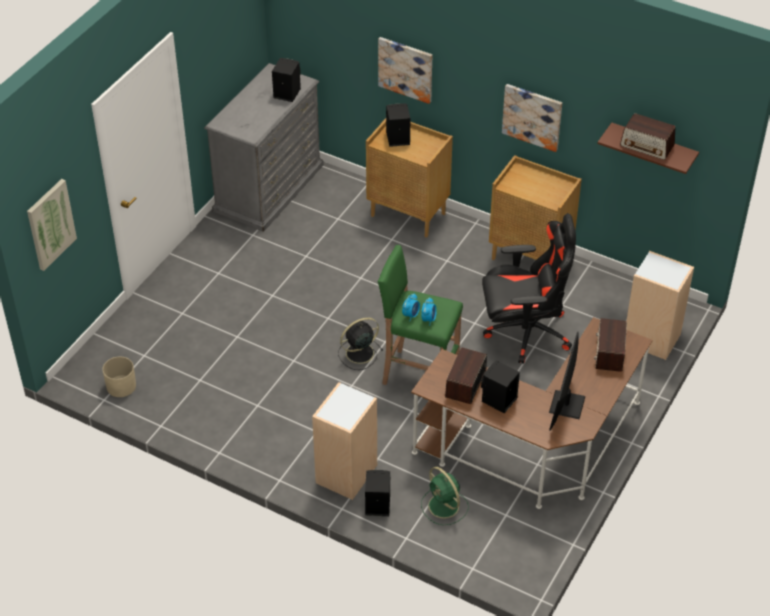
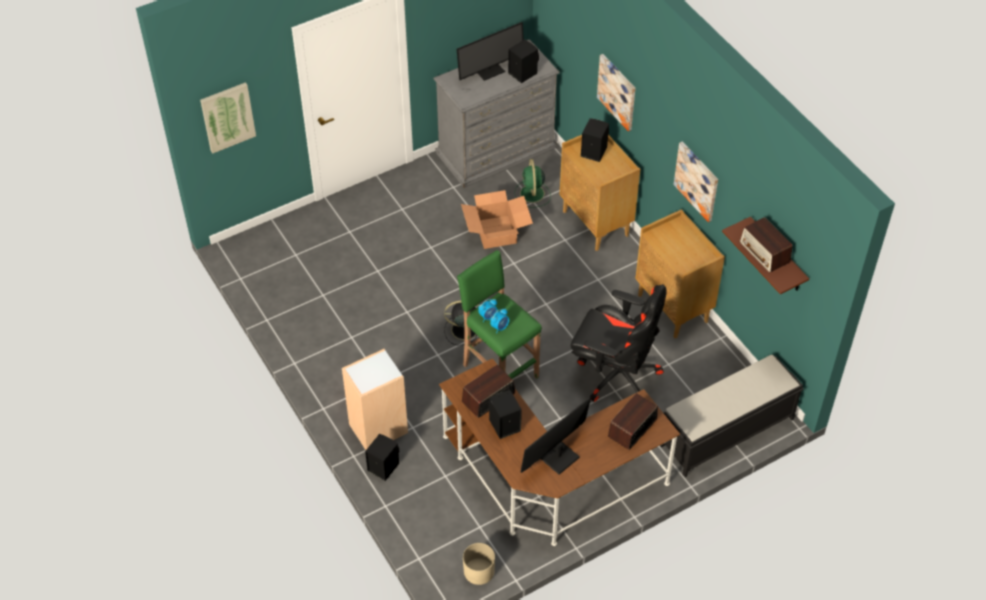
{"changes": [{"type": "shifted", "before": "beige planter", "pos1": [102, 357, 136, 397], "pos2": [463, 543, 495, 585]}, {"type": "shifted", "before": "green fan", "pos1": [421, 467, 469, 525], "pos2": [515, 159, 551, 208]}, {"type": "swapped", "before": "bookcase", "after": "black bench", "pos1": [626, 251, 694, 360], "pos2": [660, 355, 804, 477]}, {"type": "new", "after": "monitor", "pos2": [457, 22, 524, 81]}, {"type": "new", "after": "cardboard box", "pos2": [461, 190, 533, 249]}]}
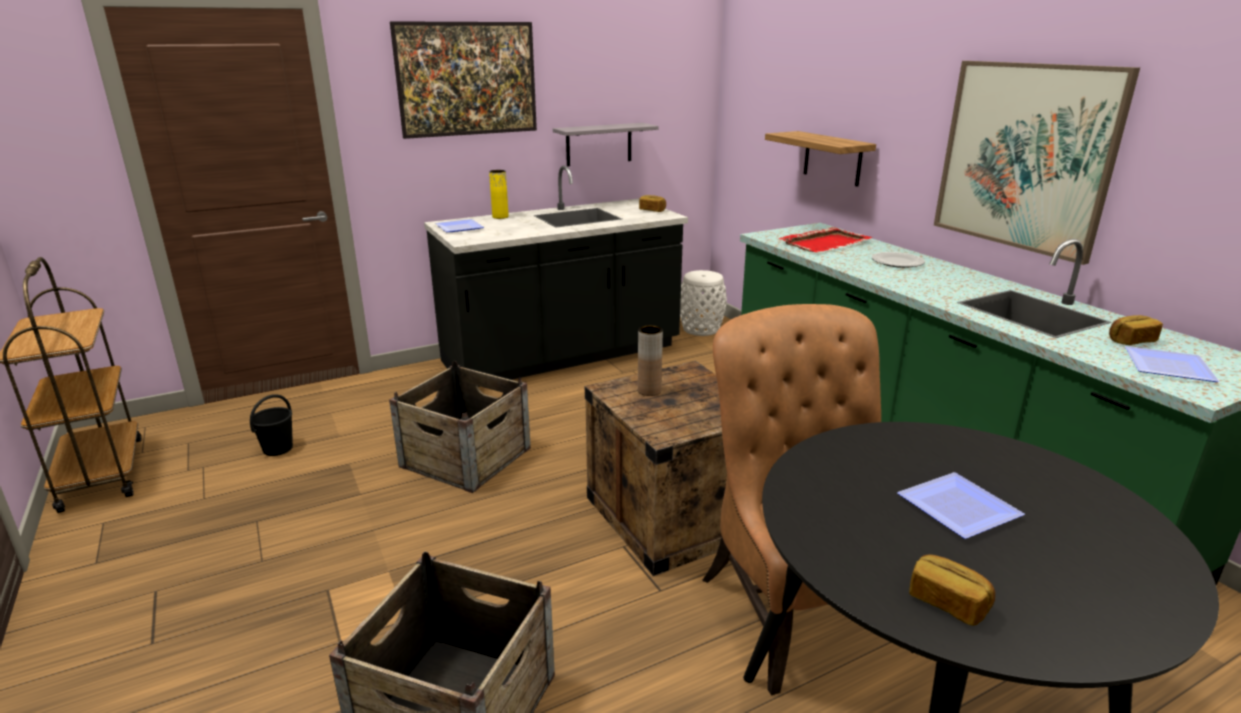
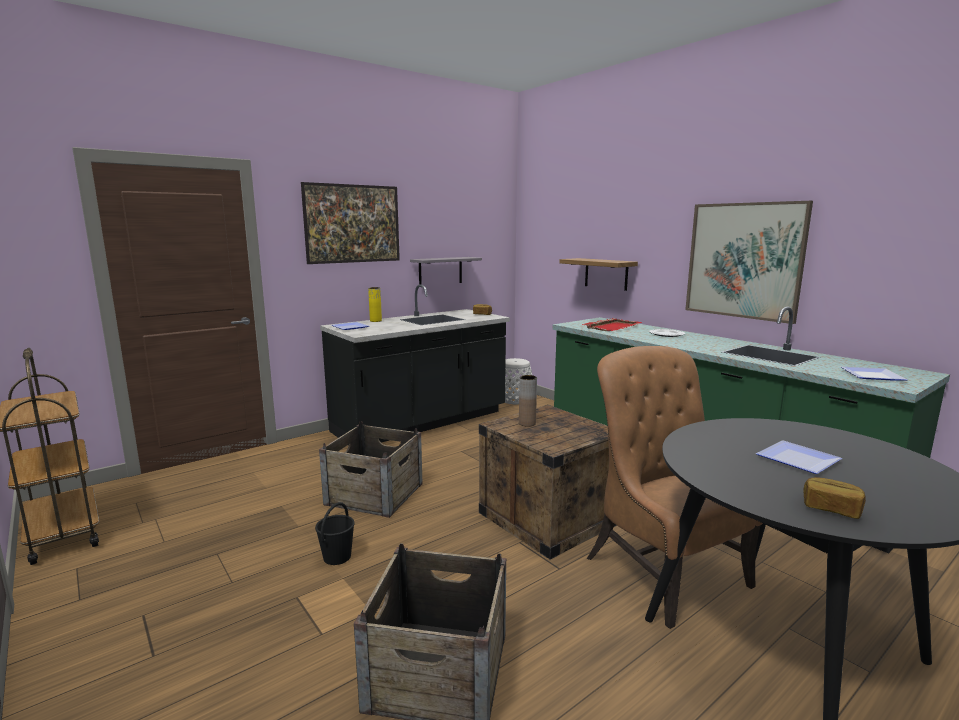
{"changes": [{"type": "shifted", "before": "black bucket", "pos1": [250, 394, 293, 456], "pos2": [315, 502, 355, 565]}, {"type": "gone", "before": "bread", "pos1": [1109, 315, 1163, 345]}]}
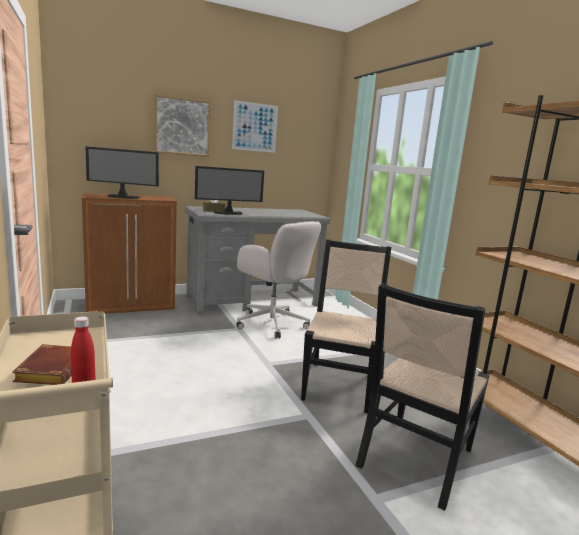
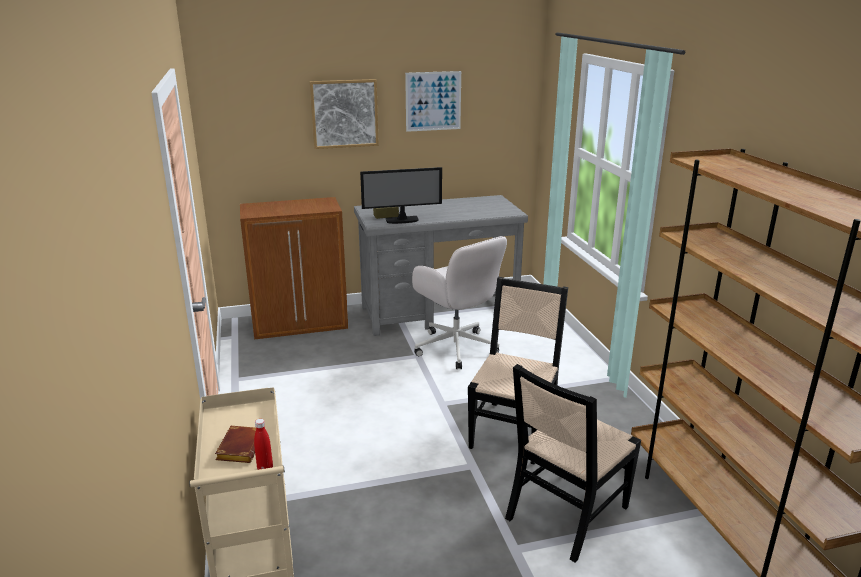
{"changes": [{"type": "gone", "before": "monitor", "pos1": [85, 146, 159, 199]}]}
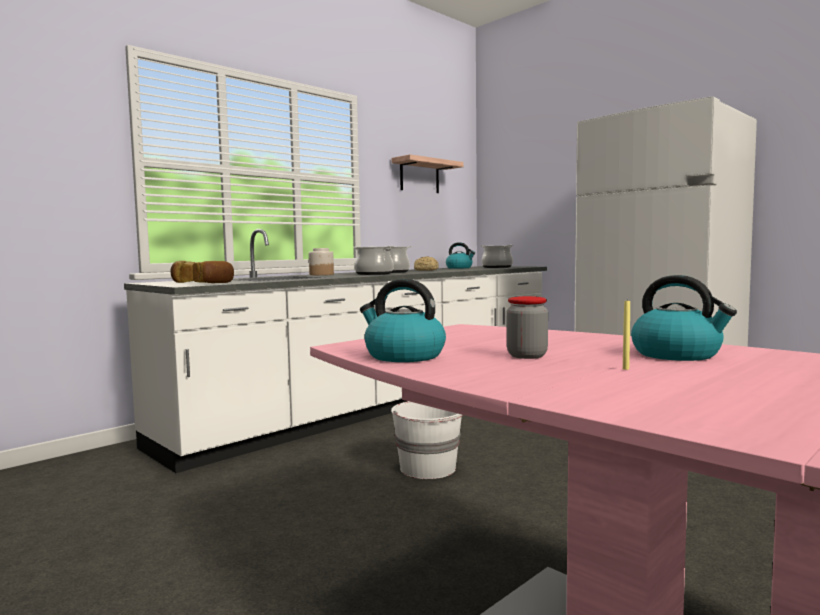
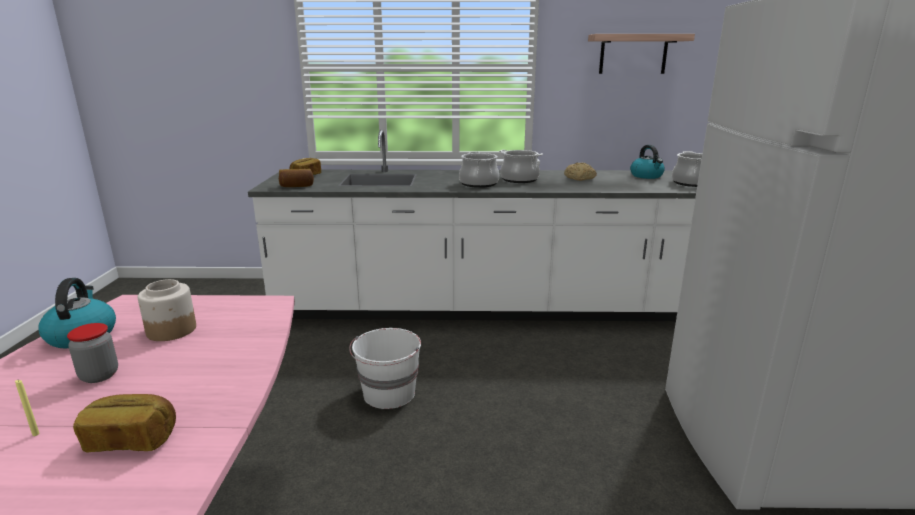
{"changes": [{"type": "shifted", "before": "jar", "pos1": [309, 248, 334, 275], "pos2": [138, 279, 196, 341]}, {"type": "swapped", "before": "kettle", "after": "bread", "pos1": [631, 275, 737, 361], "pos2": [73, 394, 176, 452]}]}
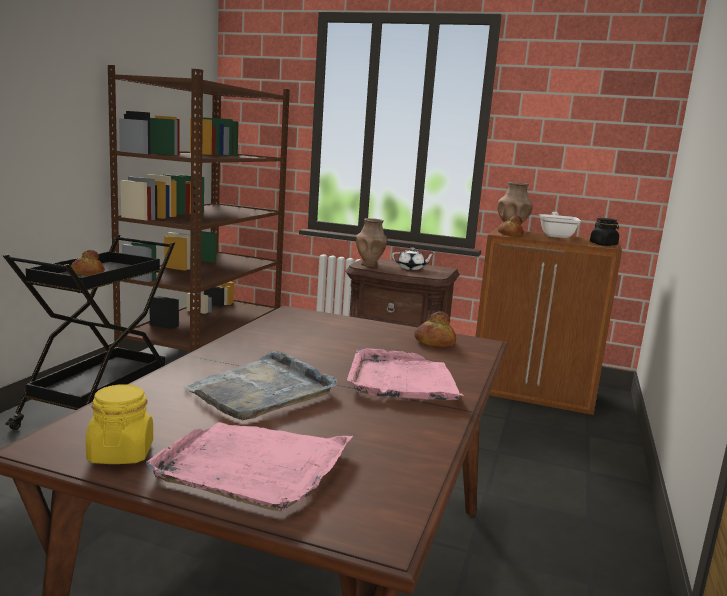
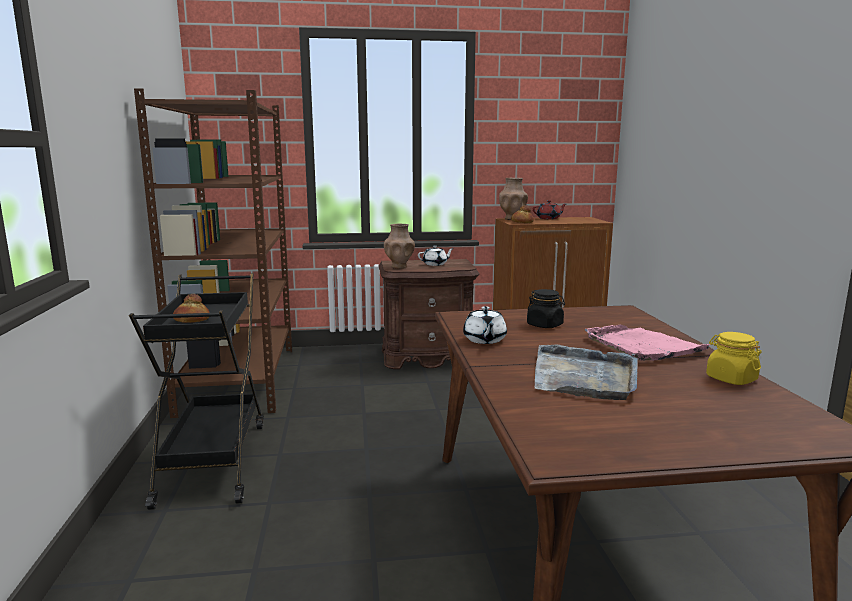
{"changes": [{"type": "shifted", "before": "yellow jar", "pos1": [86, 384, 153, 464], "pos2": [706, 332, 761, 385]}, {"type": "gone", "before": "pink tray", "pos1": [146, 423, 353, 511]}, {"type": "gone", "before": "bread", "pos1": [414, 311, 456, 347]}, {"type": "swapped", "before": "frying pan", "after": "red teapot", "pos1": [539, 212, 581, 238], "pos2": [533, 200, 566, 219]}, {"type": "shifted", "before": "black jar", "pos1": [590, 218, 619, 246], "pos2": [527, 289, 565, 328]}, {"type": "new", "after": "white teapot", "pos2": [463, 306, 507, 344]}]}
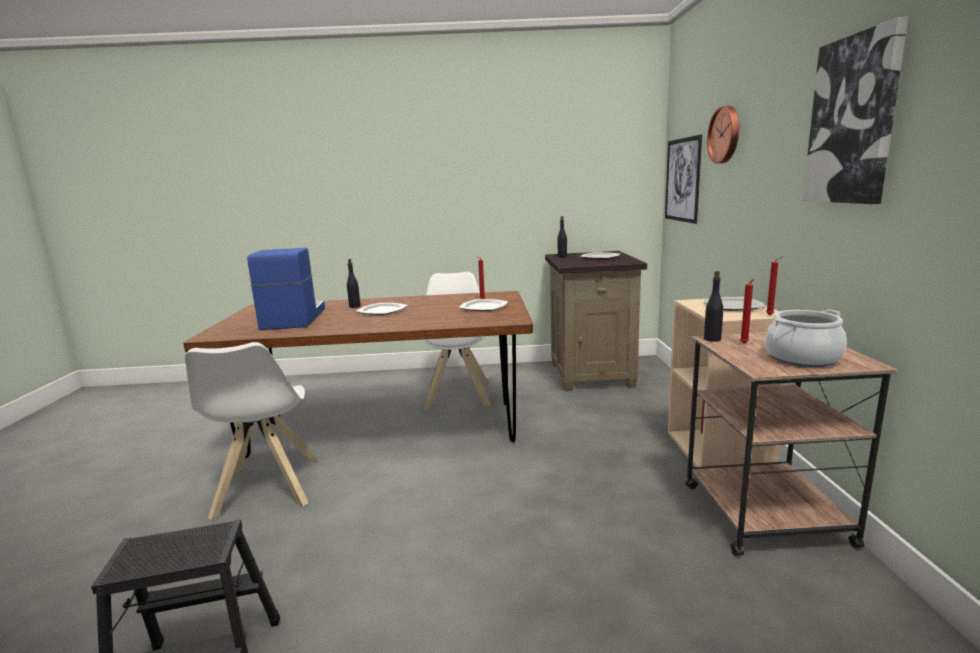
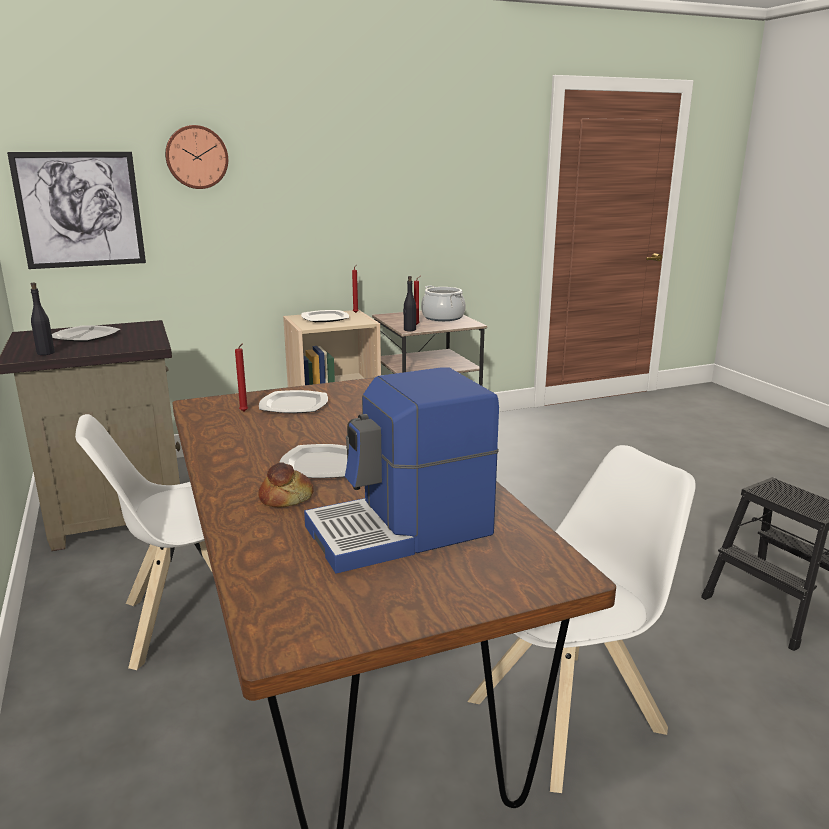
{"changes": [{"type": "swapped", "before": "black bottle", "after": "bread", "pos1": [347, 259, 361, 308], "pos2": [258, 462, 314, 507]}, {"type": "gone", "before": "picture", "pos1": [803, 17, 908, 204]}]}
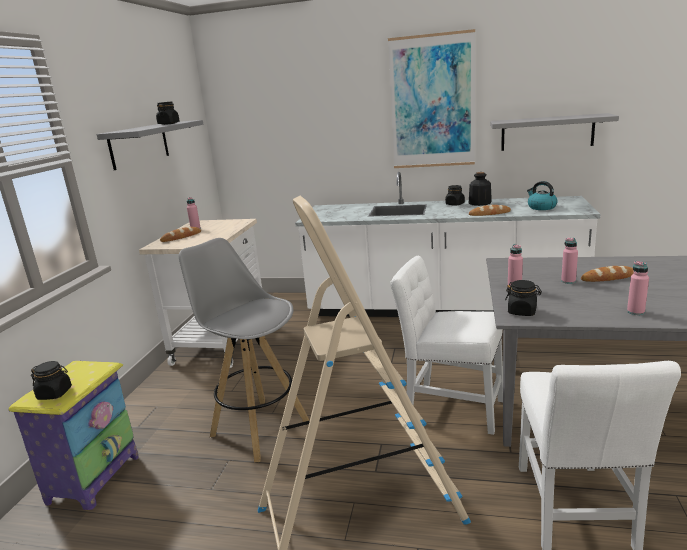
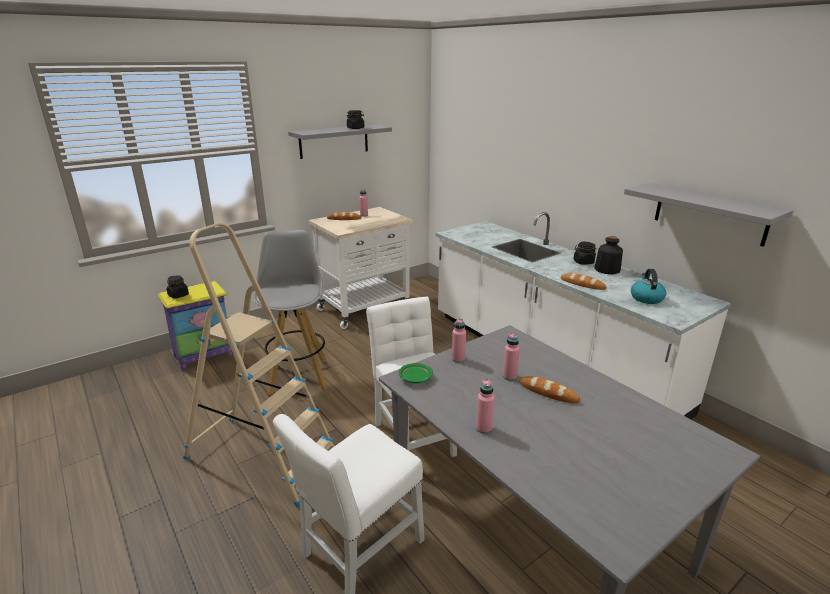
{"changes": [{"type": "gone", "before": "picture", "pos1": [388, 29, 475, 168]}, {"type": "swapped", "before": "black jar", "after": "green plate", "pos1": [505, 280, 542, 316], "pos2": [399, 363, 433, 383]}]}
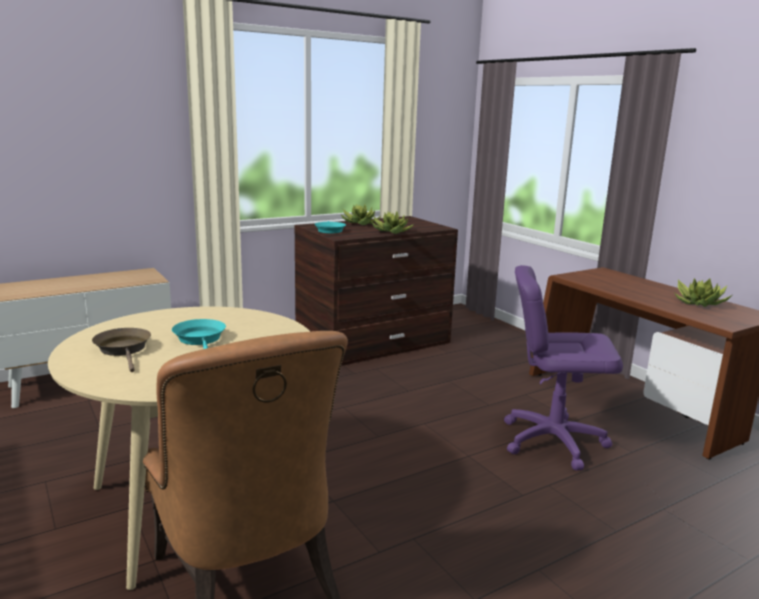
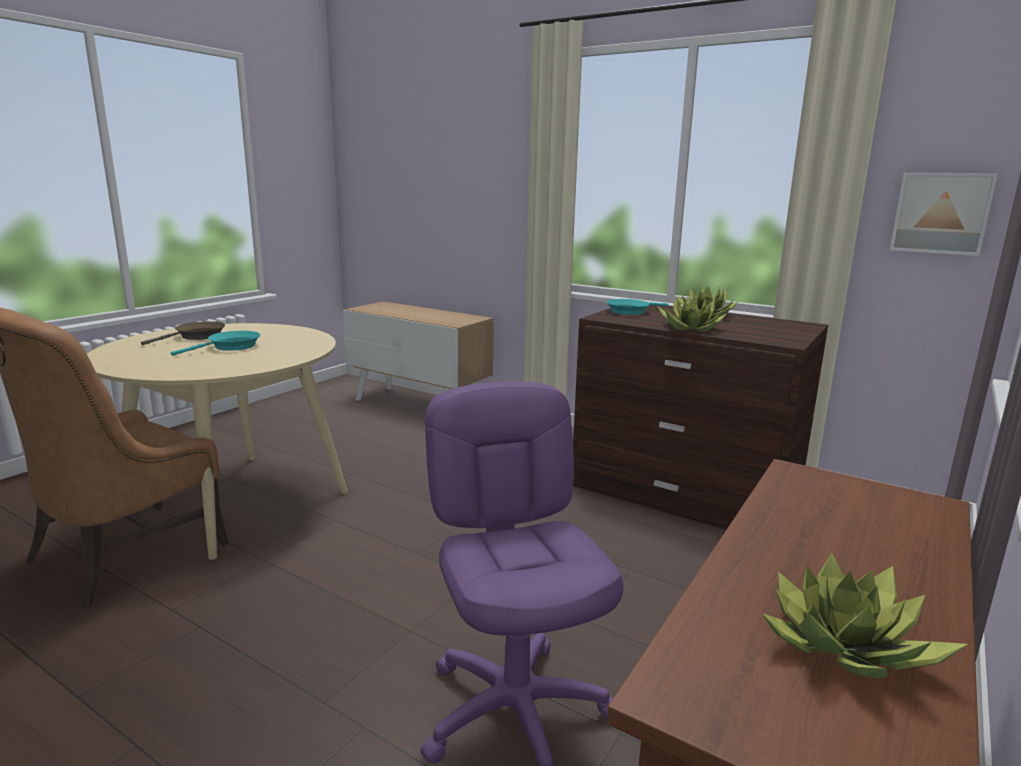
{"changes": [{"type": "new", "after": "picture", "pos2": [890, 172, 998, 256]}]}
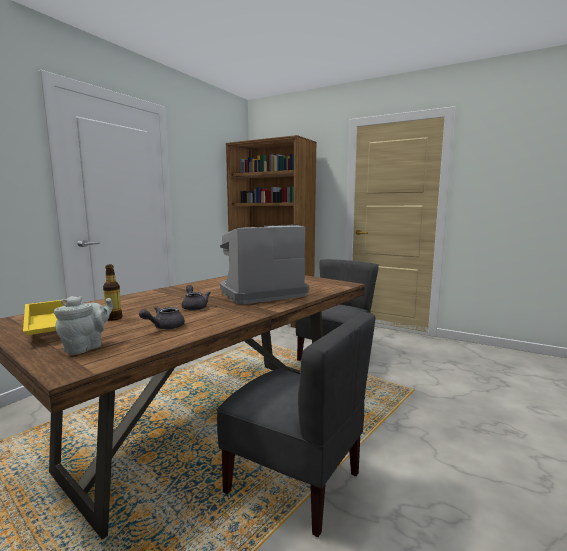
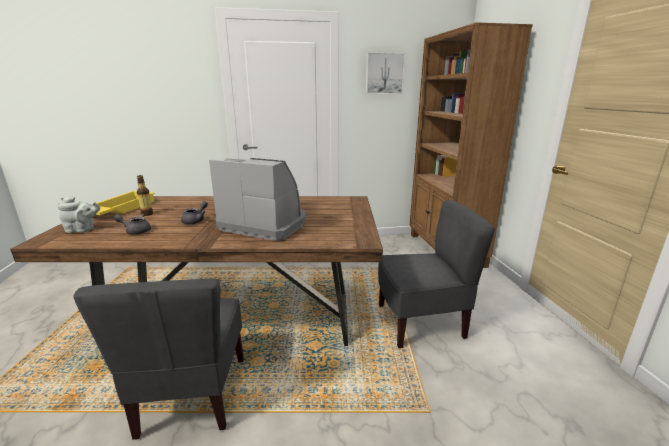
{"changes": [{"type": "new", "after": "picture", "pos2": [366, 52, 405, 94]}]}
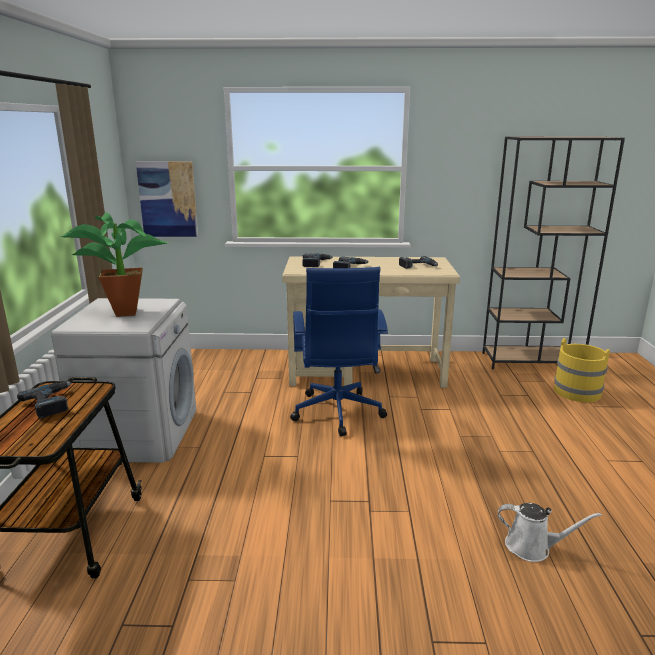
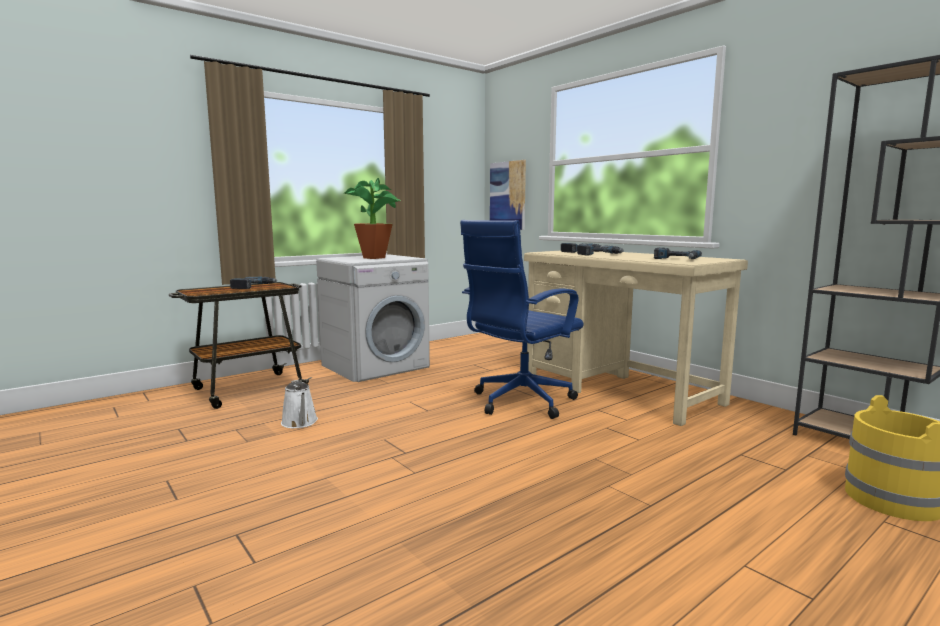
{"changes": [{"type": "shifted", "before": "white watering can", "pos1": [498, 503, 602, 562], "pos2": [281, 380, 318, 428]}]}
